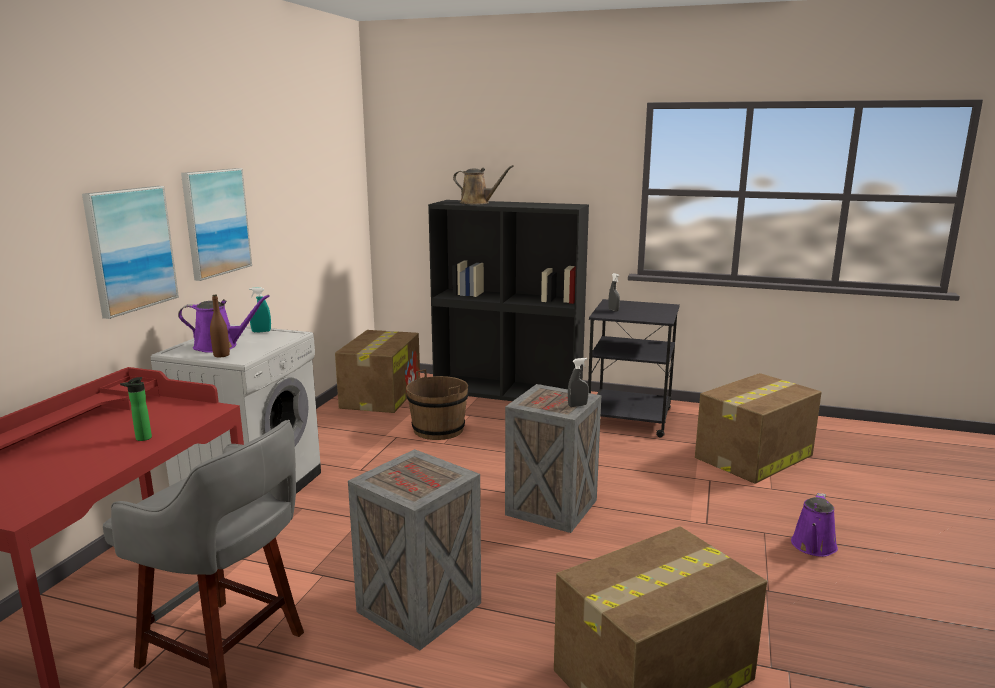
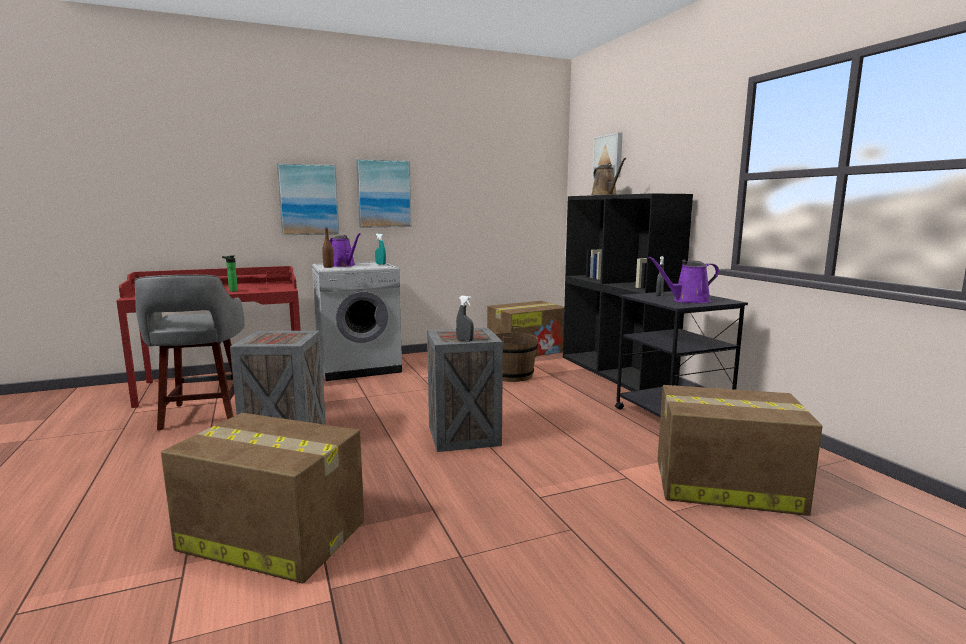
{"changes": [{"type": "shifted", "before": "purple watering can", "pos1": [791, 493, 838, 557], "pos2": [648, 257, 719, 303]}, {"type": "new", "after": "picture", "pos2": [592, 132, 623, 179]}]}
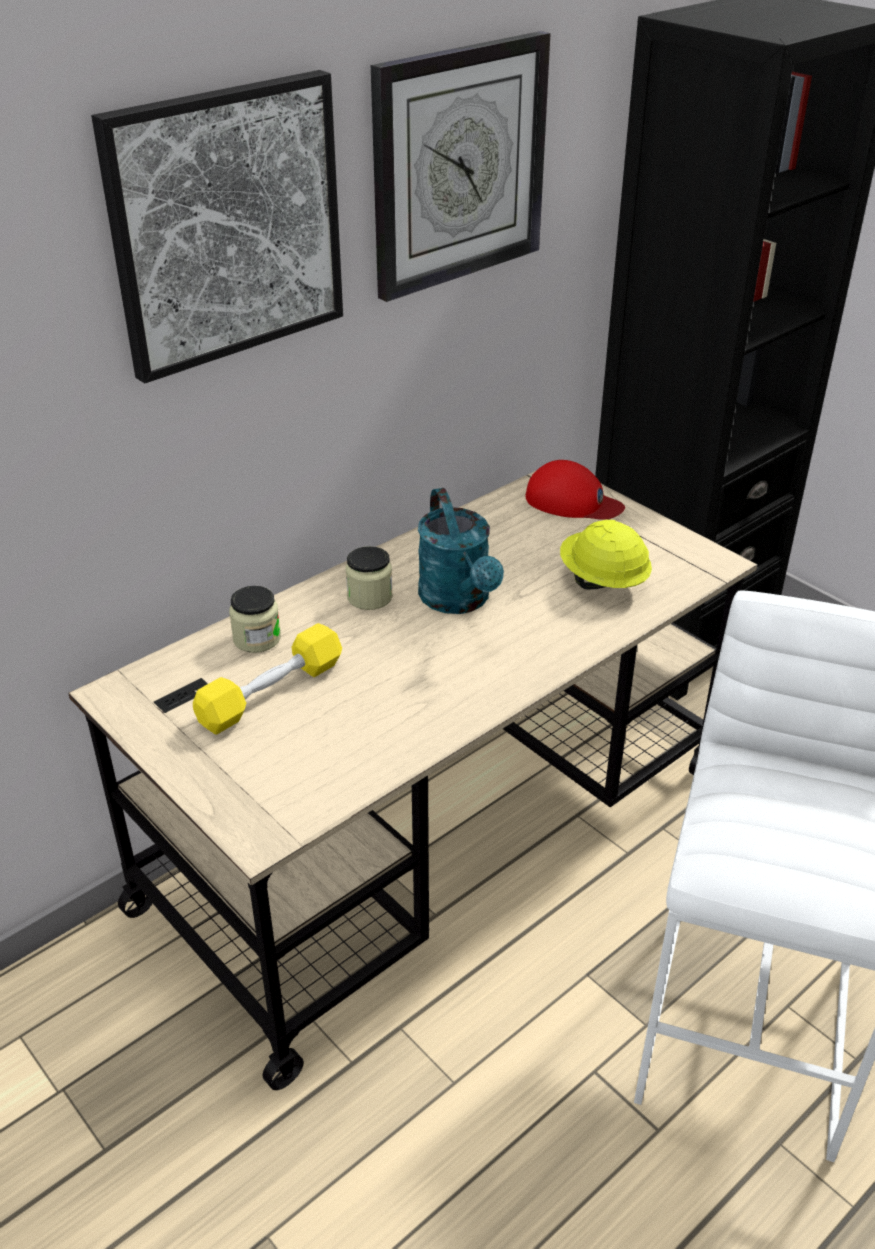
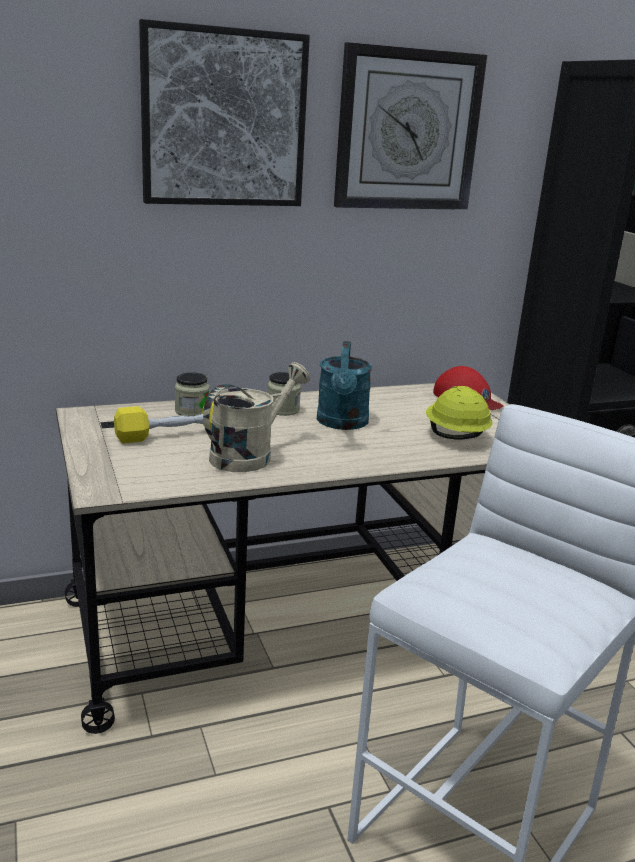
{"changes": [{"type": "new", "after": "beige watering can", "pos2": [203, 362, 310, 472]}]}
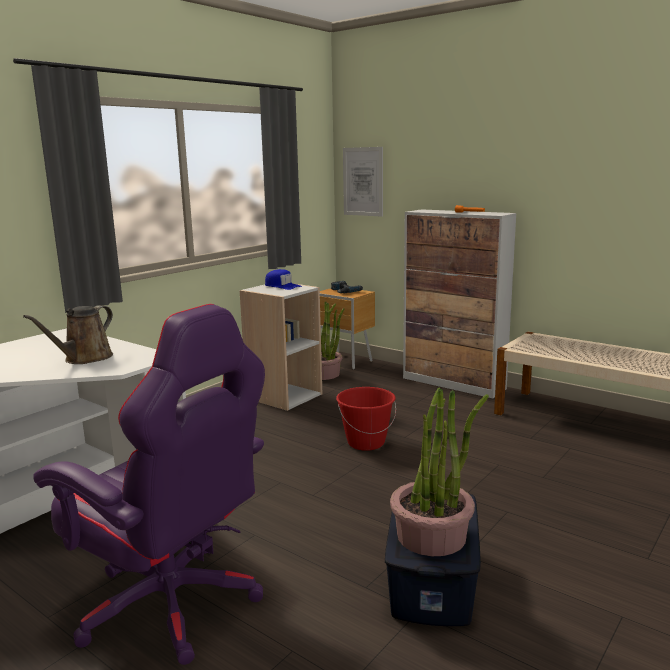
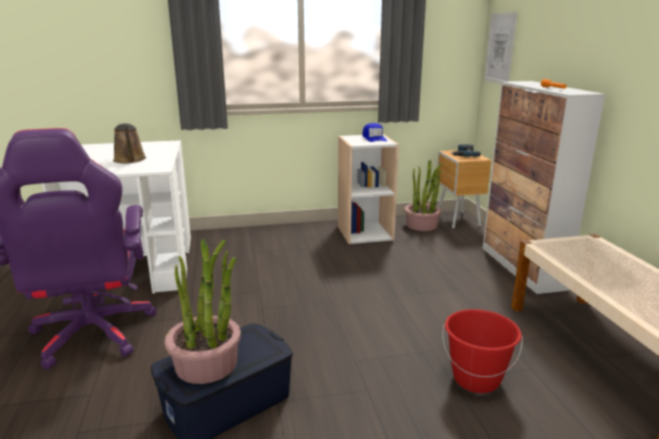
{"changes": [{"type": "rotated", "before": "brown watering can", "pos1": [23, 306, 113, 364], "pos2": [113, 123, 146, 163], "turn": -90}, {"type": "shifted", "before": "red bucket", "pos1": [336, 387, 396, 451], "pos2": [442, 309, 523, 393]}]}
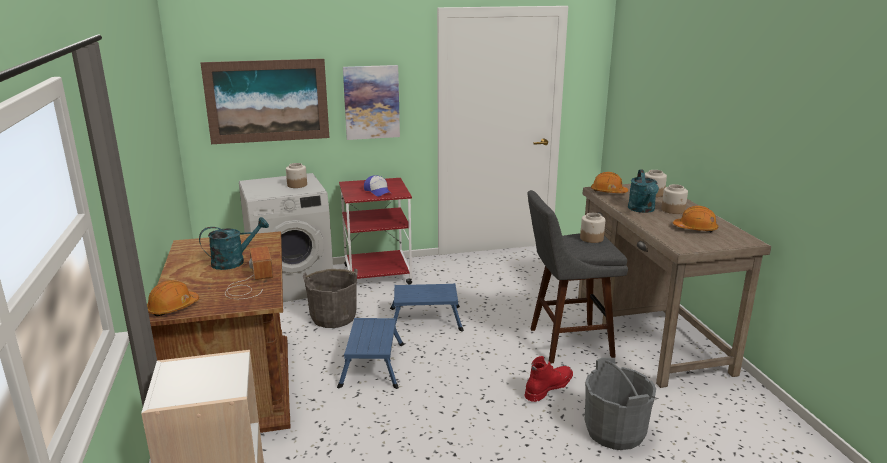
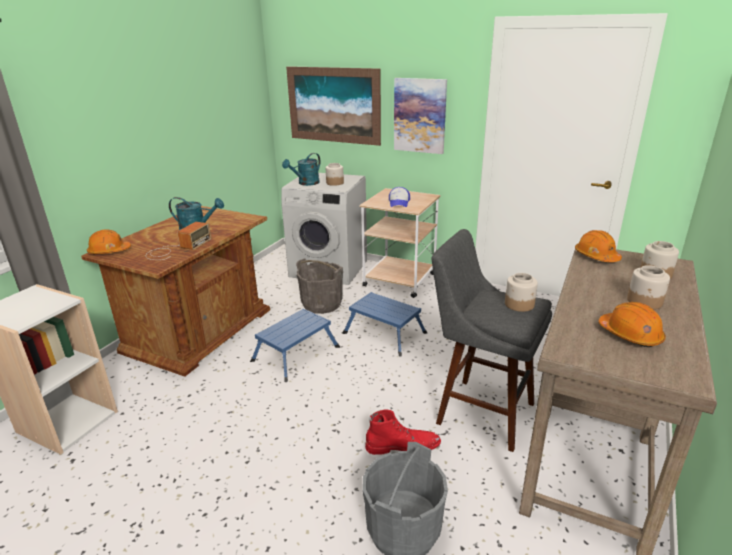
{"changes": [{"type": "repainted", "before": "red cart", "after": "beige cart", "pos1": [339, 178, 413, 285], "pos2": [360, 188, 441, 298]}, {"type": "shifted", "before": "turquoise watering can", "pos1": [628, 170, 659, 213], "pos2": [282, 153, 320, 186]}]}
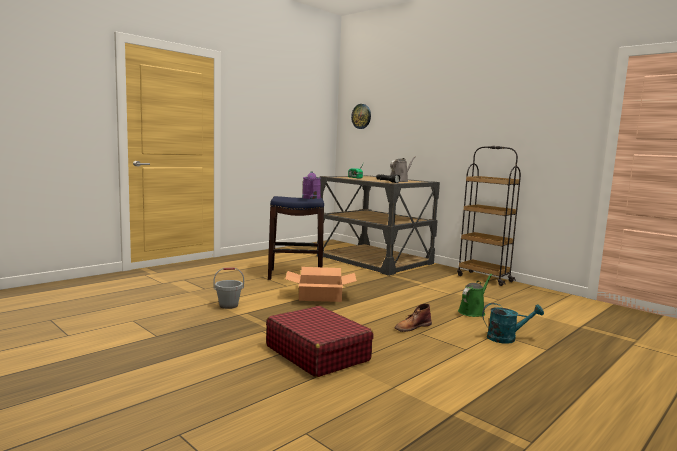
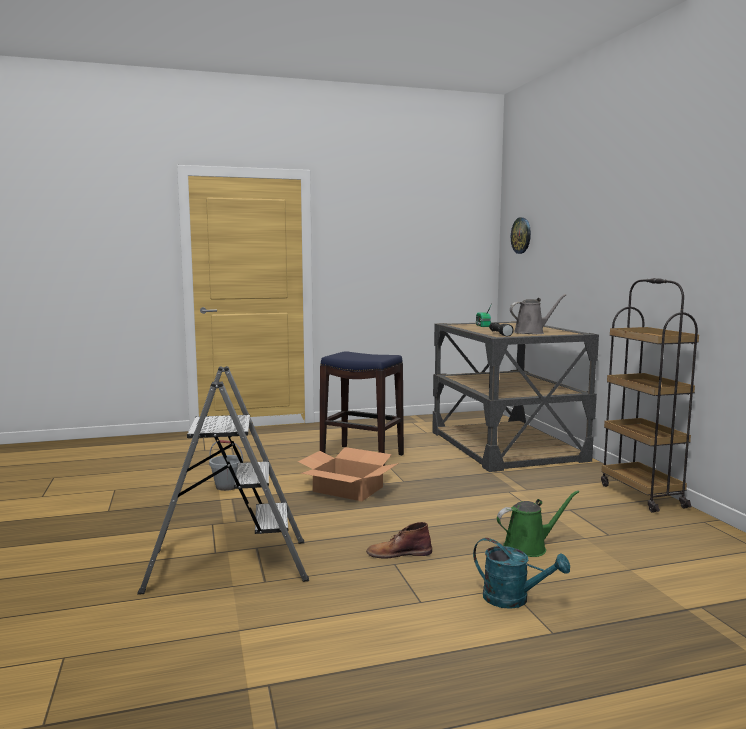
{"changes": [{"type": "swapped", "before": "red suitcase", "after": "grey step ladder", "pos1": [266, 306, 374, 377], "pos2": [137, 366, 309, 595]}, {"type": "gone", "before": "purple watering can", "pos1": [302, 171, 321, 199]}]}
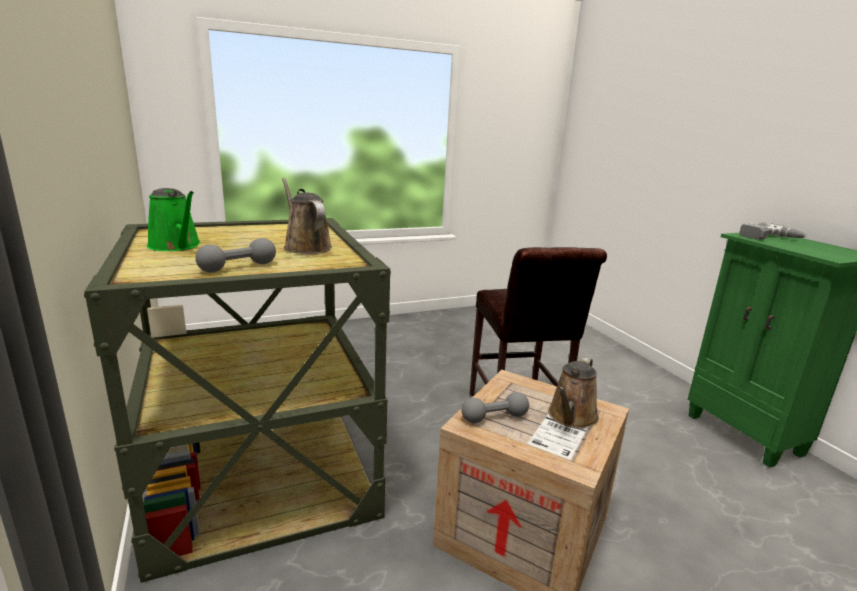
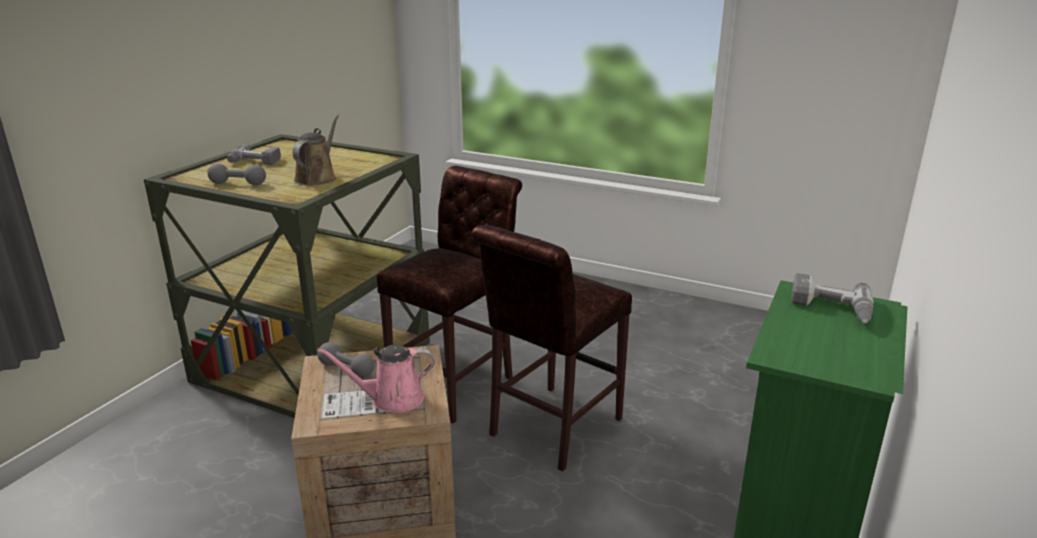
{"changes": [{"type": "swapped", "before": "green watering can", "after": "power drill", "pos1": [147, 188, 201, 251], "pos2": [227, 144, 281, 165]}, {"type": "repainted", "before": "brown watering can", "after": "pink watering can", "pos1": [548, 357, 599, 429], "pos2": [317, 345, 434, 413]}, {"type": "new", "after": "brown stool", "pos2": [377, 166, 522, 424]}]}
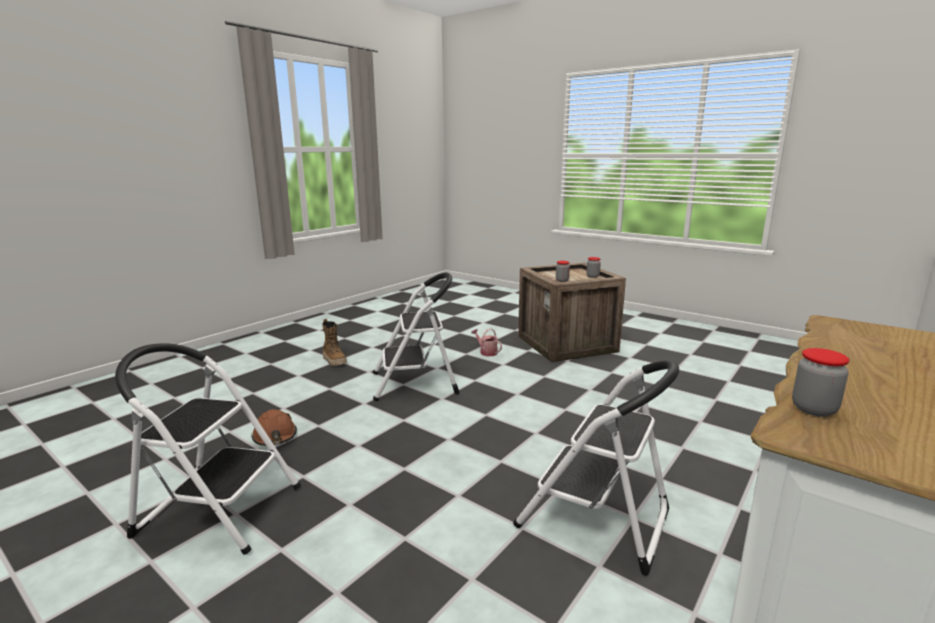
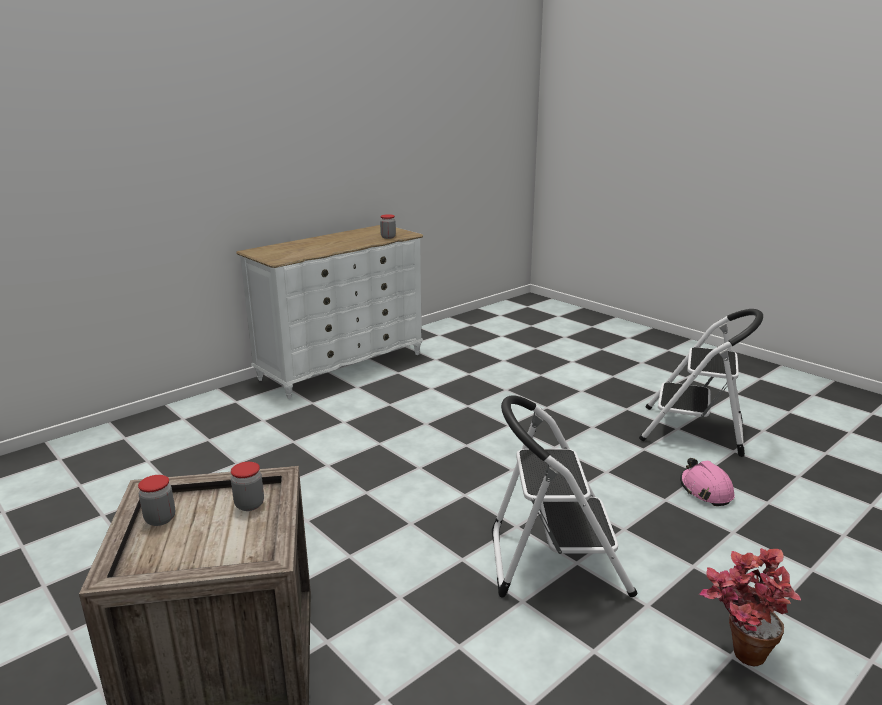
{"changes": [{"type": "repainted", "before": "brown hard hat", "after": "pink hard hat", "pos1": [251, 409, 297, 446], "pos2": [680, 458, 735, 506]}, {"type": "swapped", "before": "boot", "after": "potted plant", "pos1": [322, 319, 347, 366], "pos2": [699, 548, 801, 666]}, {"type": "gone", "before": "watering can", "pos1": [471, 328, 502, 356]}, {"type": "gone", "before": "step ladder", "pos1": [513, 360, 679, 576]}]}
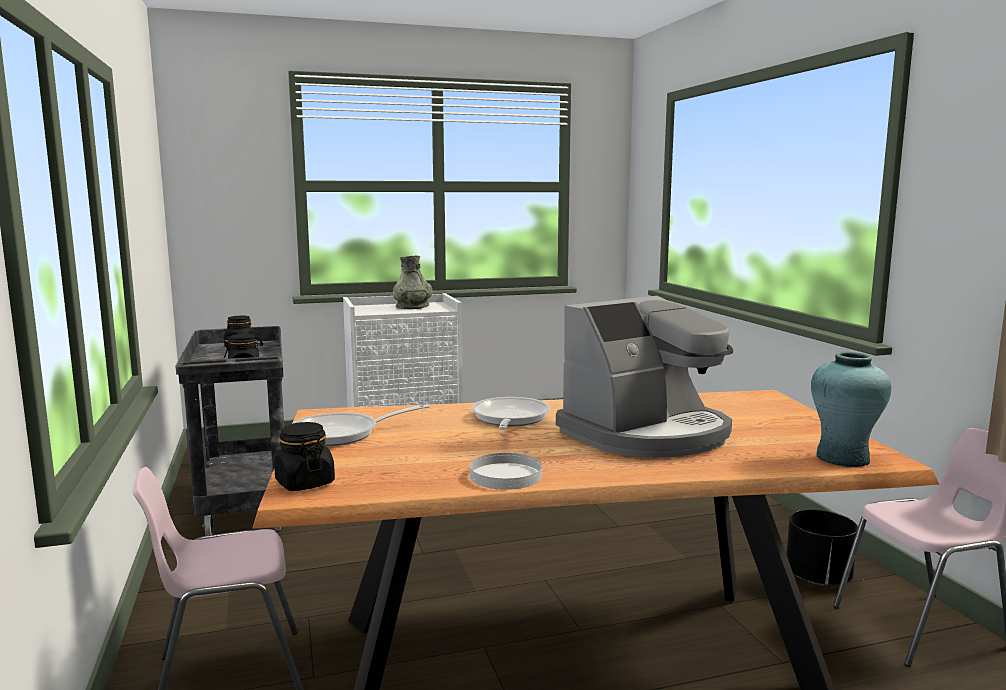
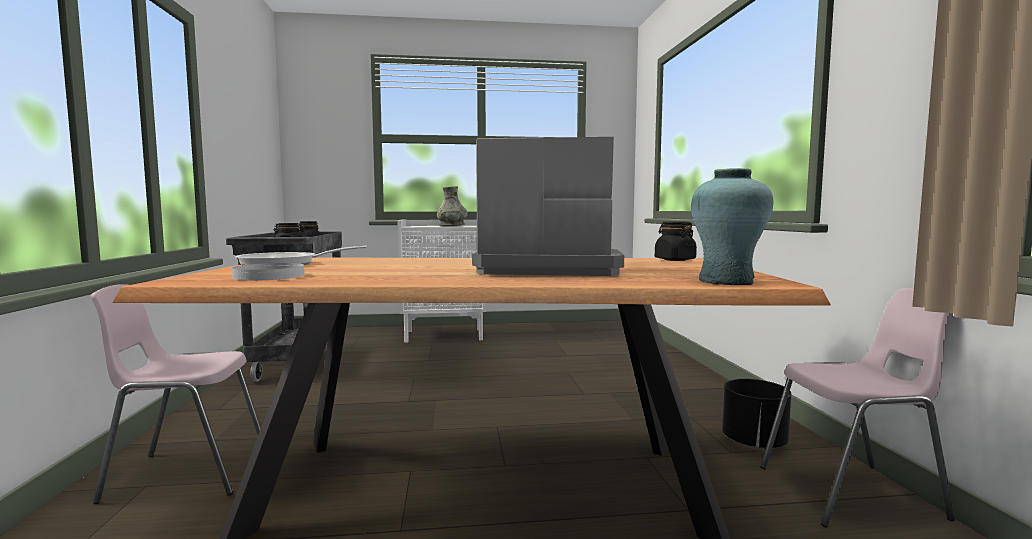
{"changes": [{"type": "shifted", "before": "black jar", "pos1": [274, 422, 335, 491], "pos2": [655, 221, 697, 261]}, {"type": "shifted", "before": "white plate", "pos1": [470, 453, 542, 490], "pos2": [232, 263, 305, 281]}, {"type": "gone", "before": "frying pan", "pos1": [472, 397, 550, 430]}, {"type": "rotated", "before": "coffee machine", "pos1": [556, 296, 733, 458], "pos2": [472, 137, 624, 276], "turn": -150}]}
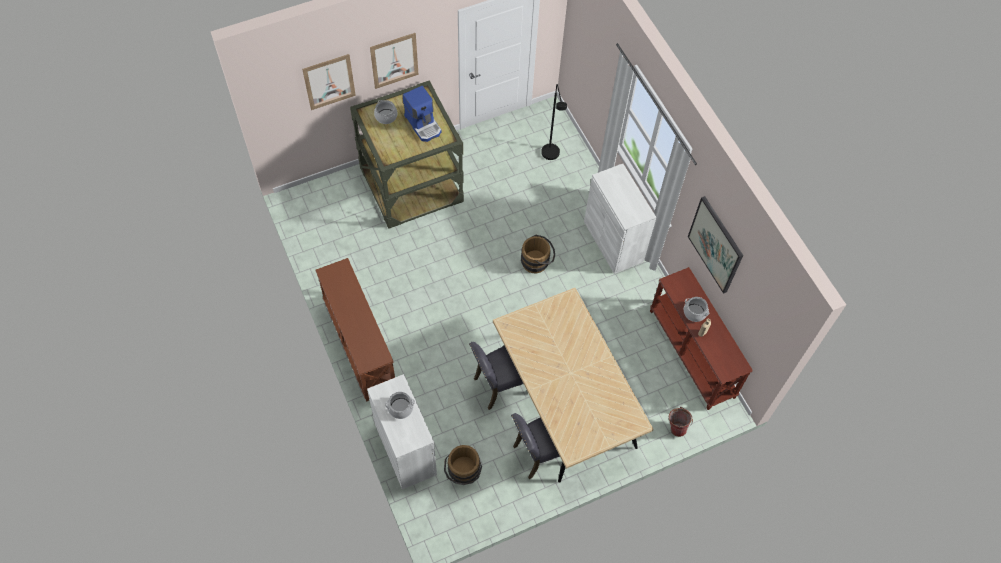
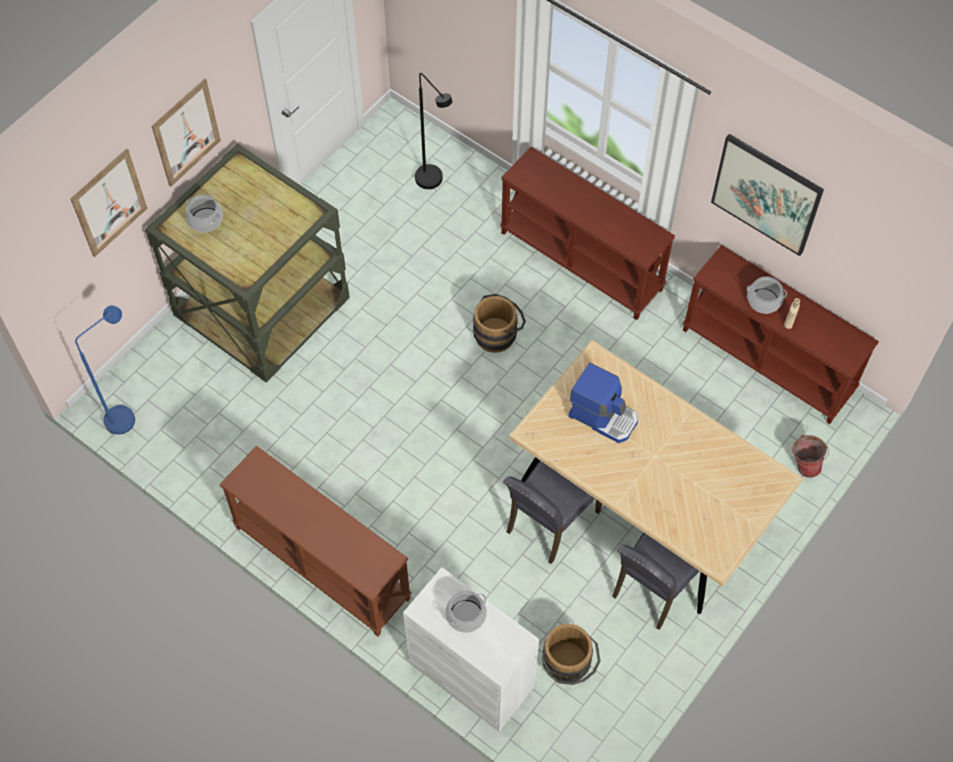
{"changes": [{"type": "shifted", "before": "coffee machine", "pos1": [403, 85, 441, 142], "pos2": [568, 362, 638, 443]}, {"type": "swapped", "before": "white cabinet", "after": "brown console table", "pos1": [584, 164, 656, 274], "pos2": [500, 147, 675, 320]}, {"type": "new", "after": "blue floor lamp", "pos2": [75, 305, 135, 434]}]}
